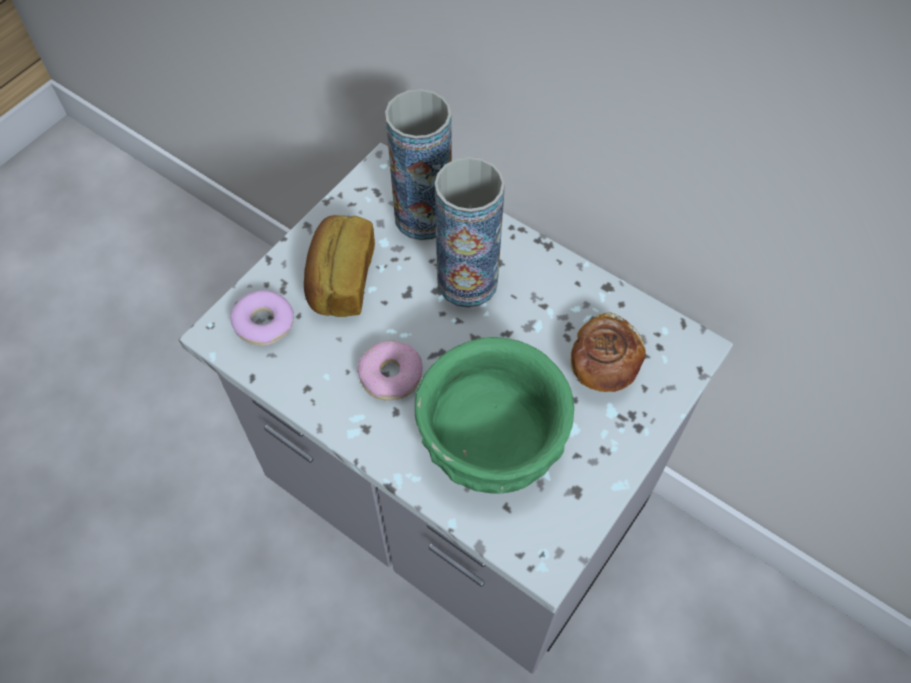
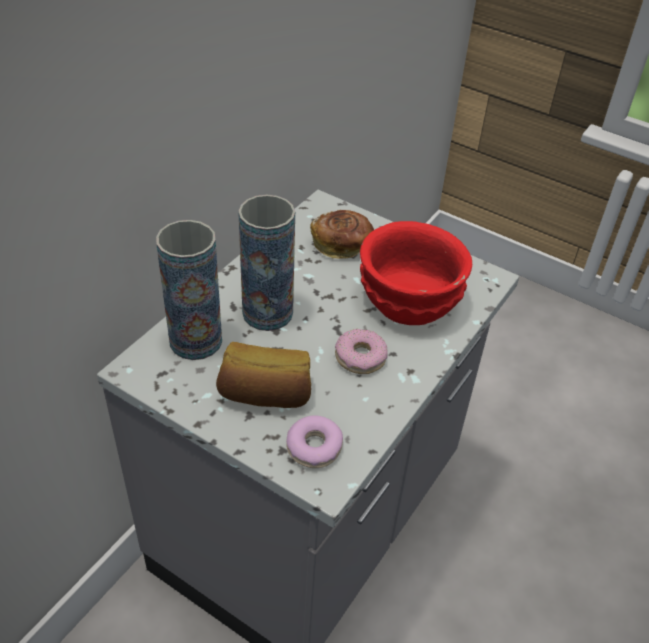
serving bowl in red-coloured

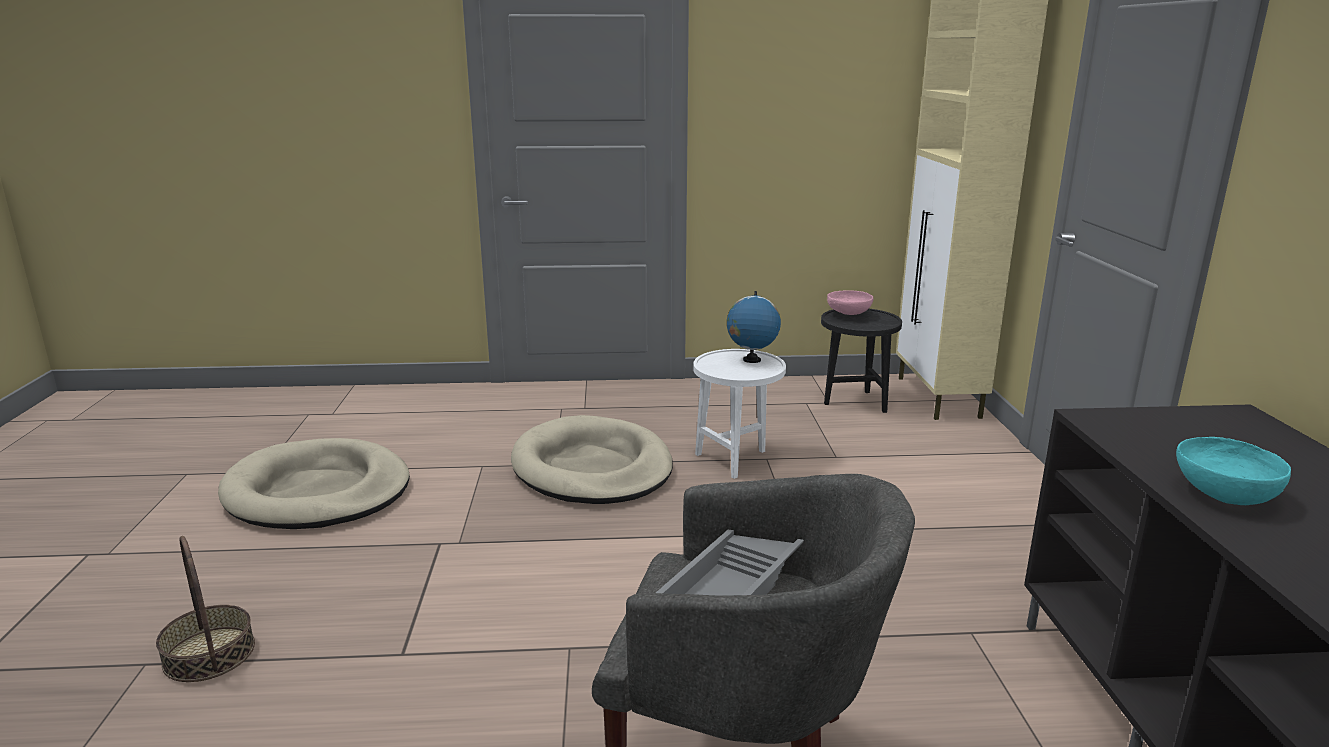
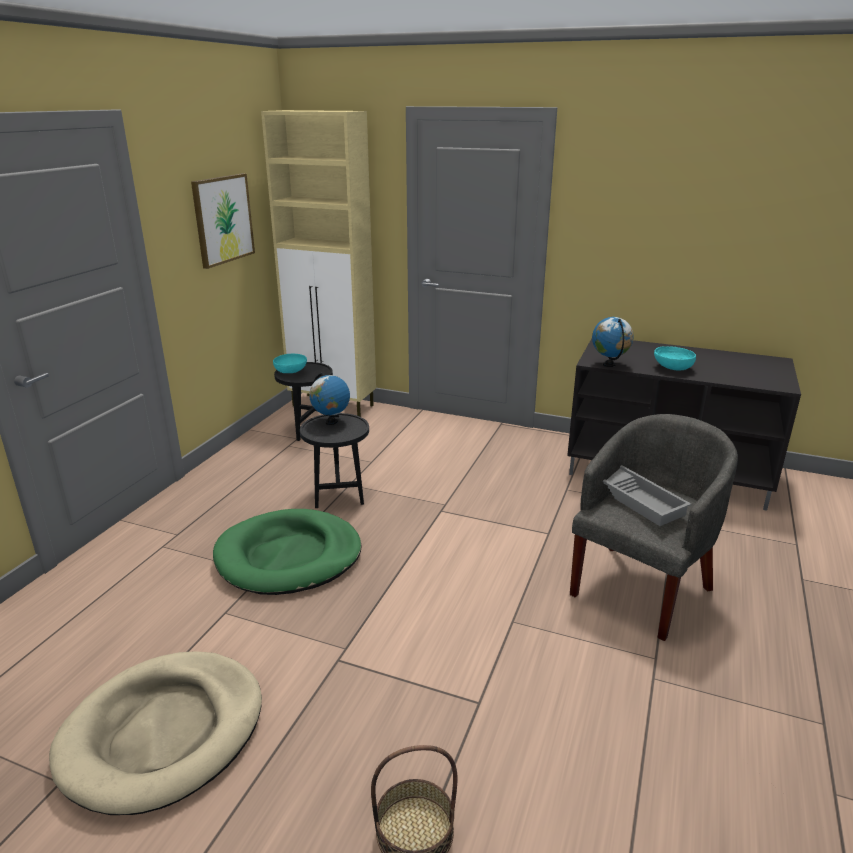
serving bowl in turquoise (no. 1 from left)
accent table in blackish (no. 2 from left)
pet bed in greenish
wall picture
world globe (no. 2 from left)

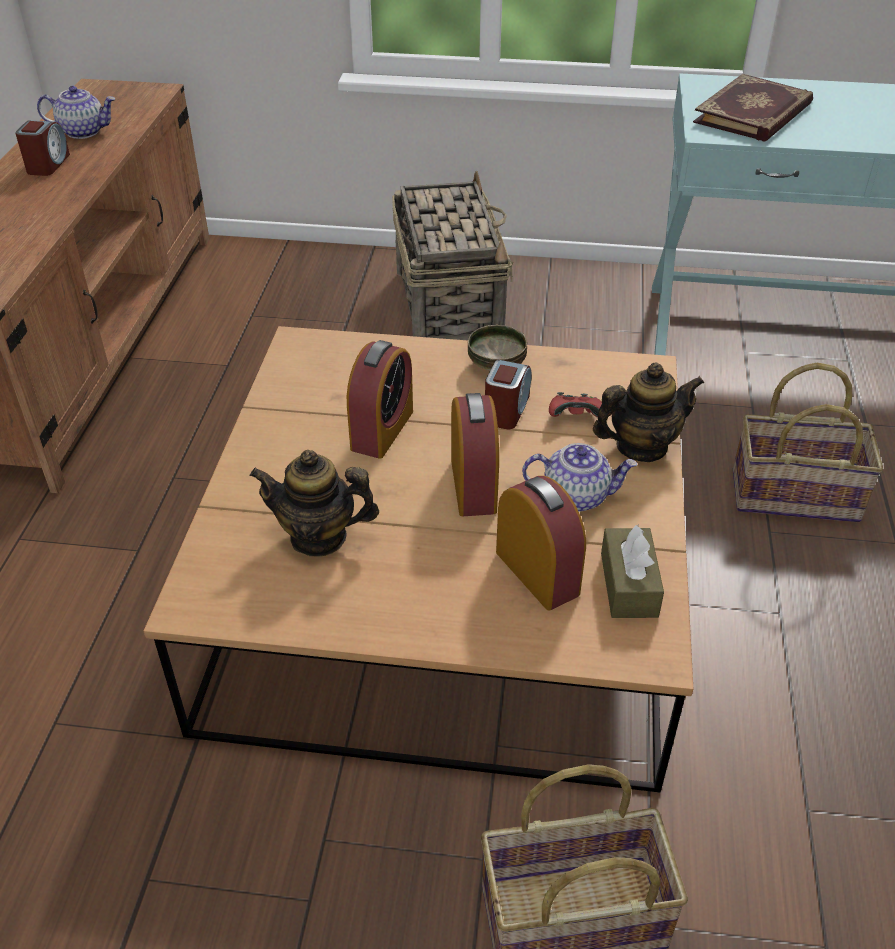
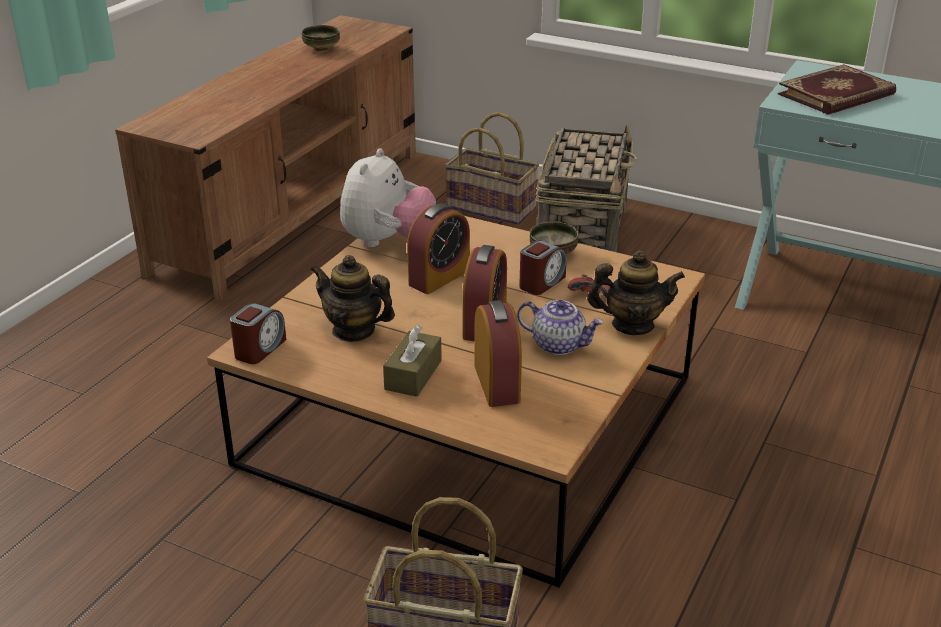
serving bowl (no. 1 from left)
bedside clock (no. 1 from left)
basket (no. 2 from left)
tissue box in brown-coloured
soft toy

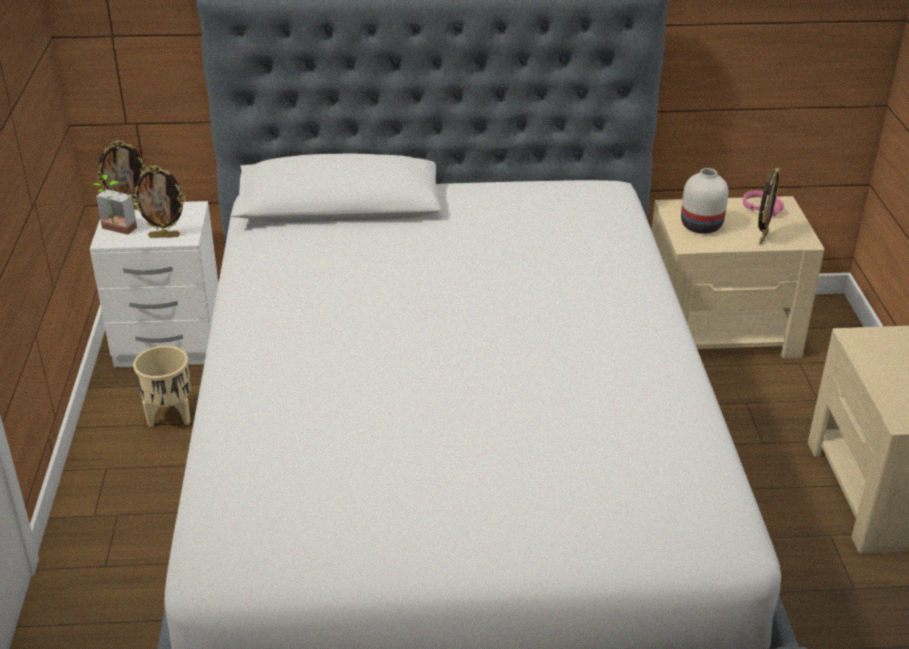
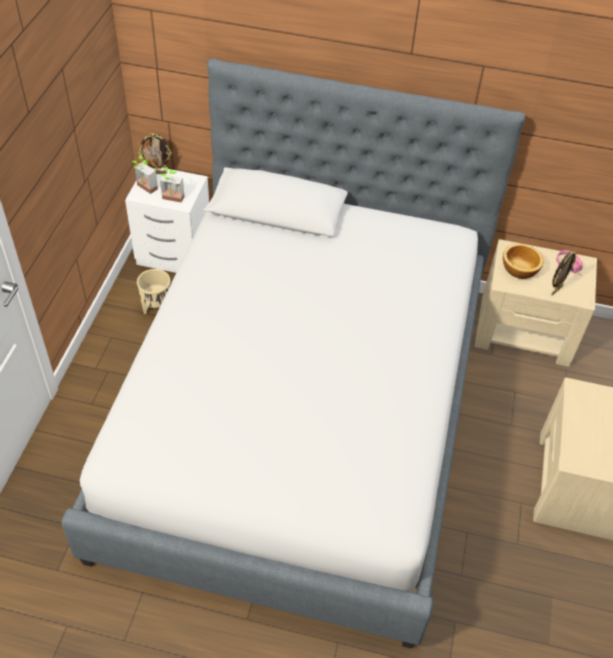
houseplant (no. 2 from left)
serving bowl

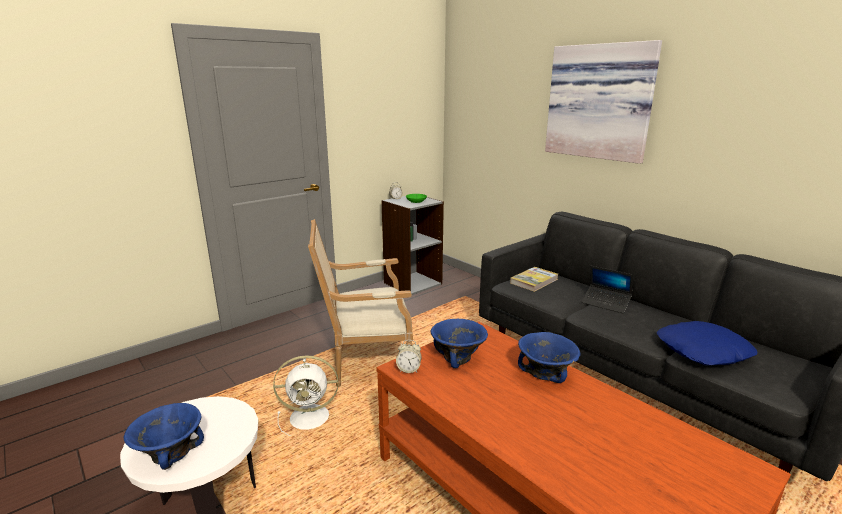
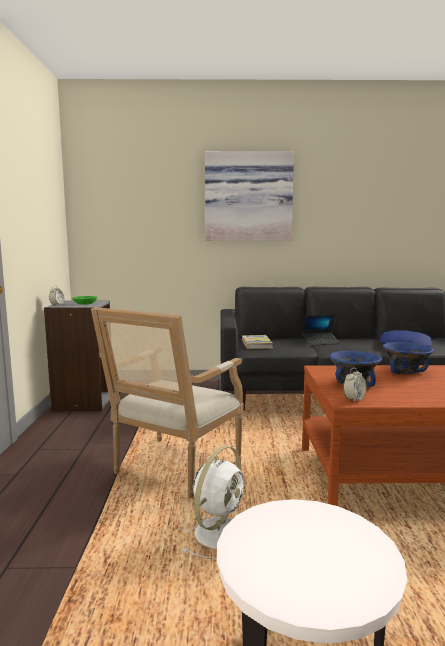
serving bowl in bluish (no. 1 from left in the first image)

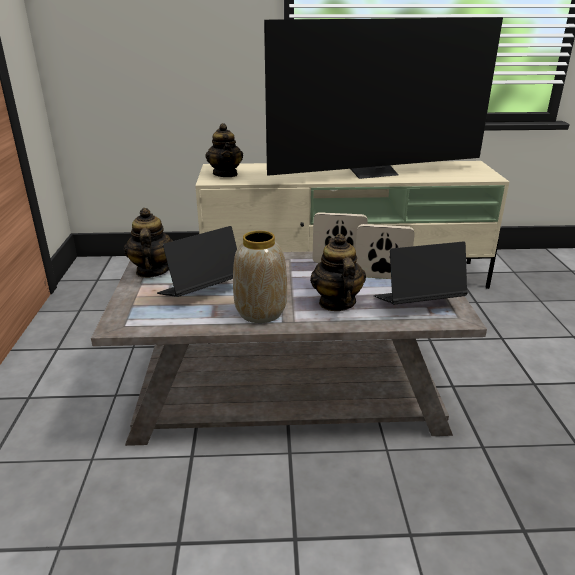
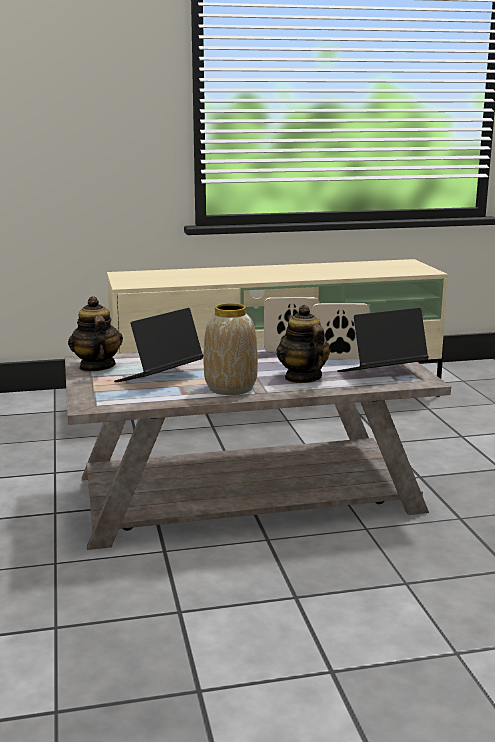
TV
tea pot (no. 2 from left in the first image)

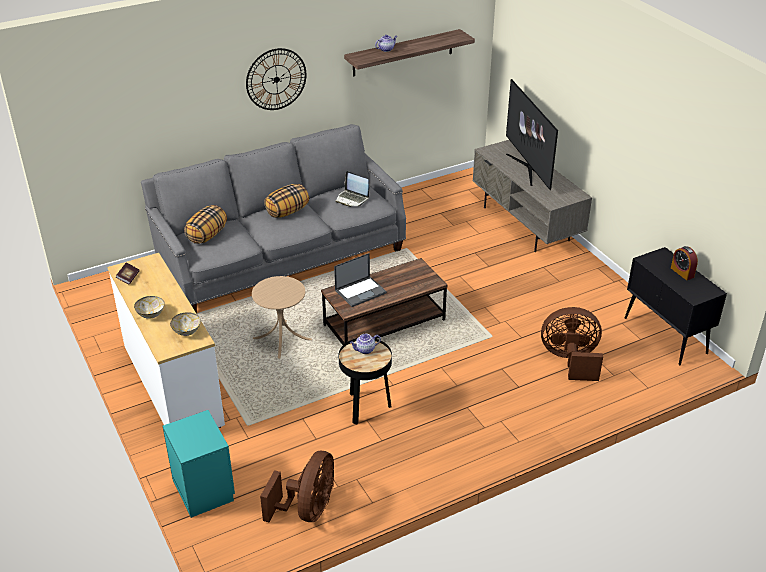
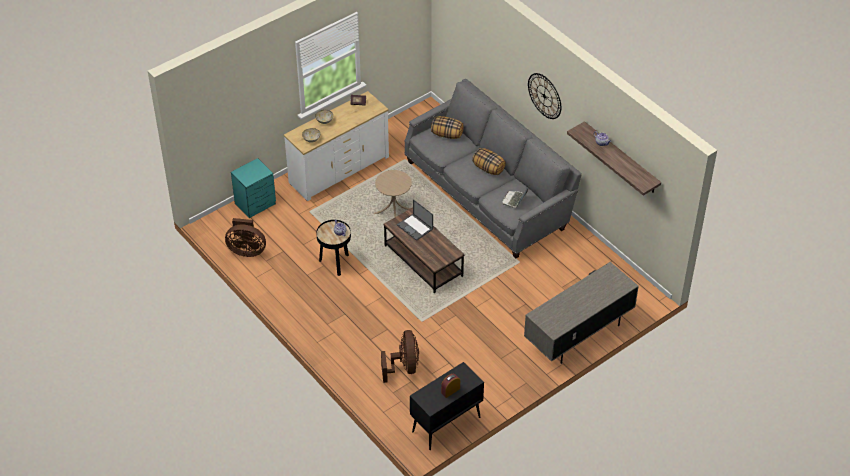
TV

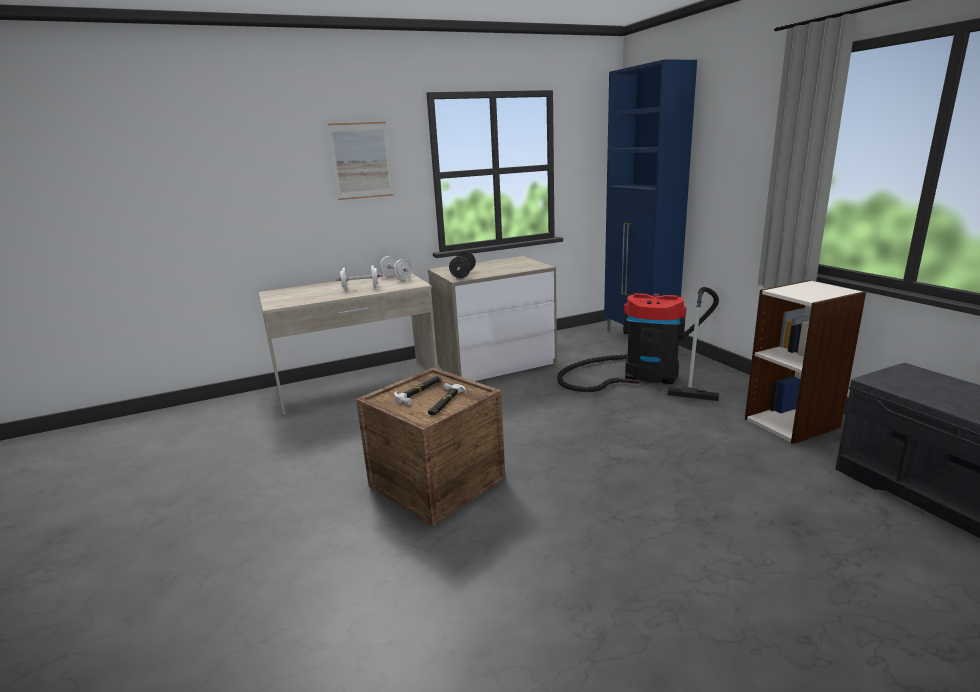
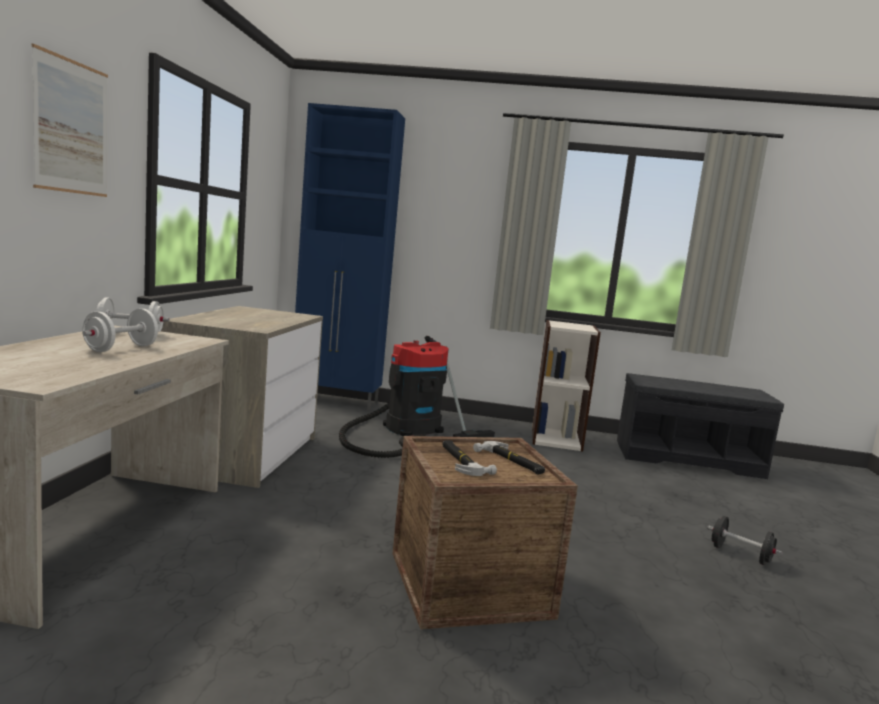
free weight in blackish

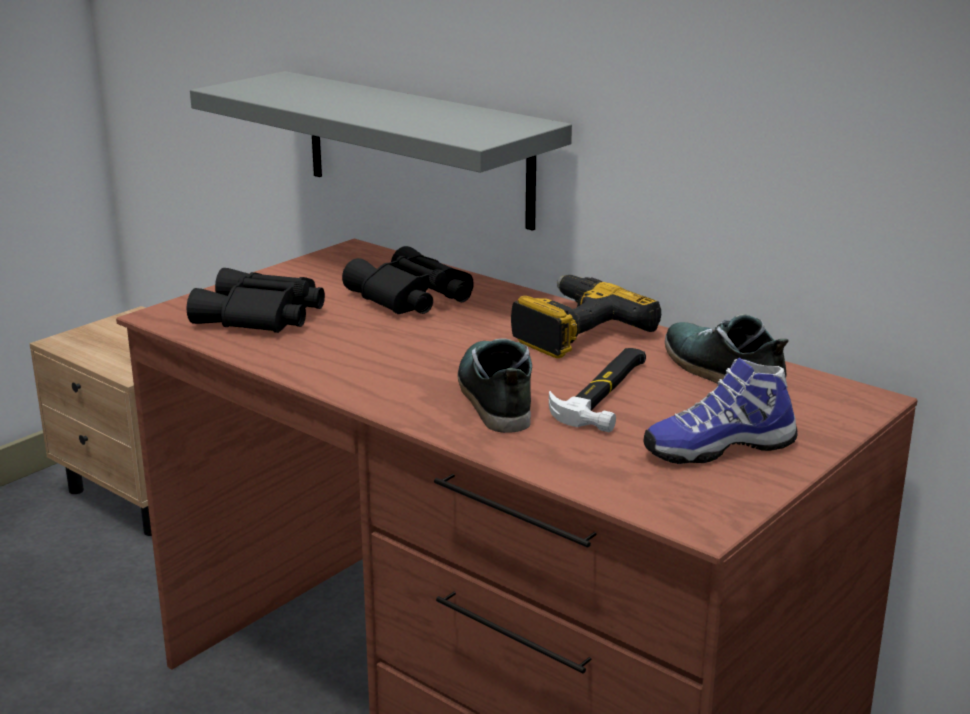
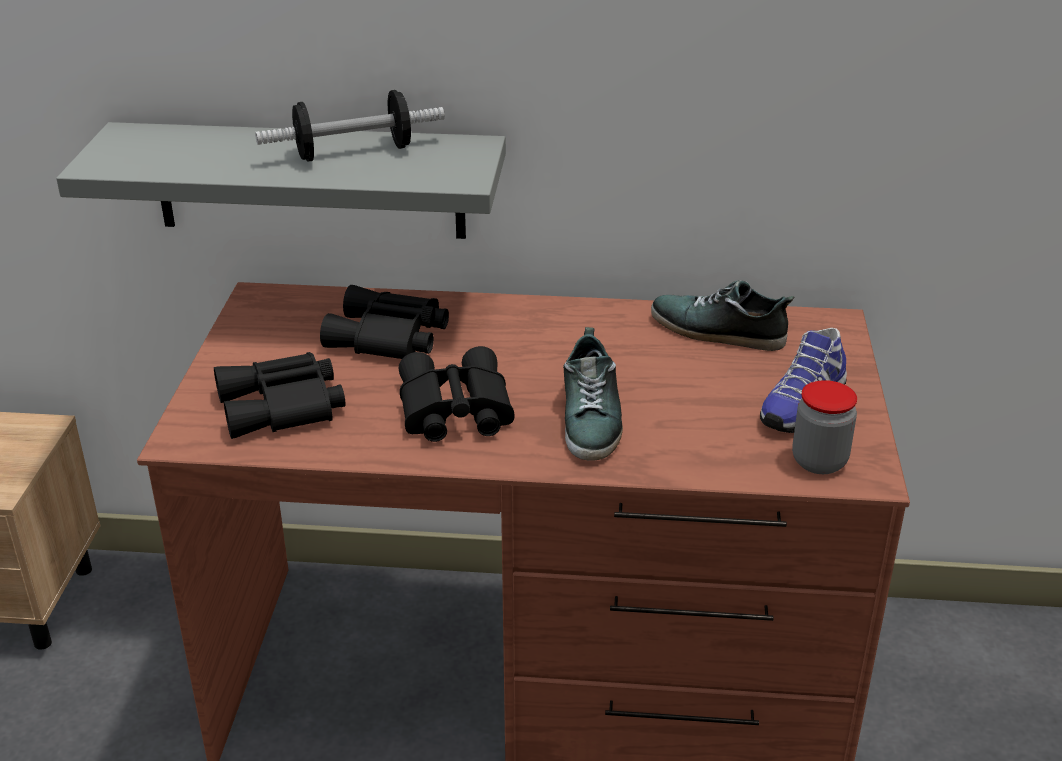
electric drill
shoe (no. 1 from left)
tool hammer
free weight
binoculars in blackish (no. 3 from left)
preserve jar

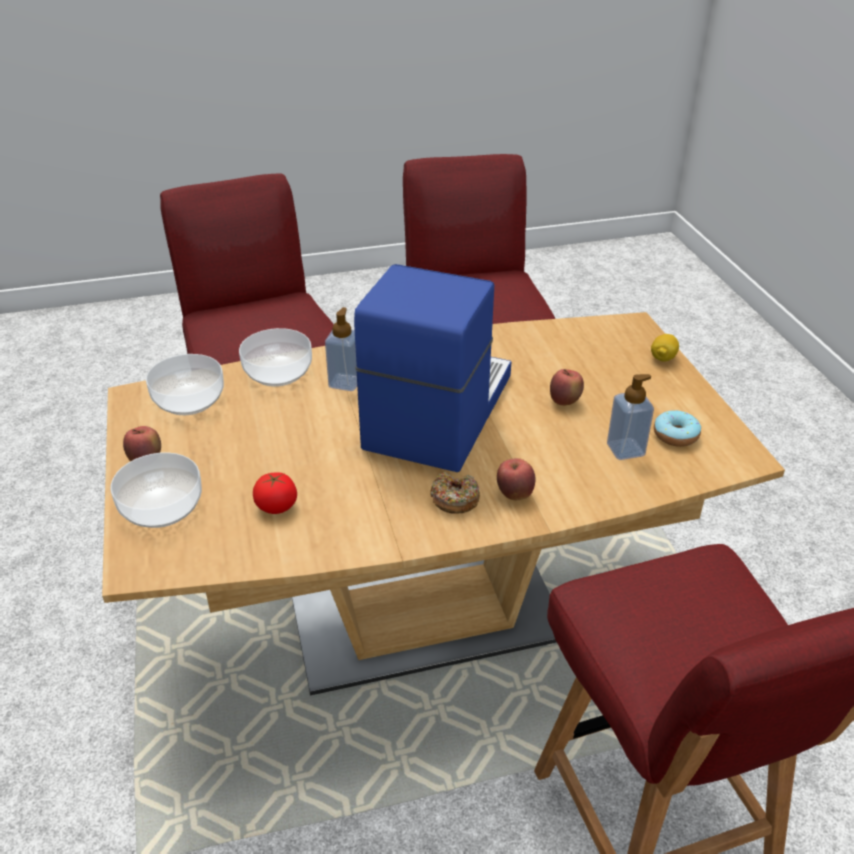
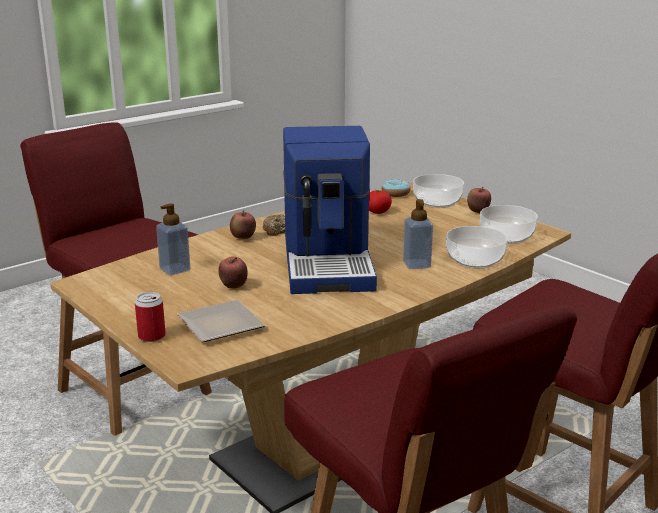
can
donut (no. 2 from left)
plate

